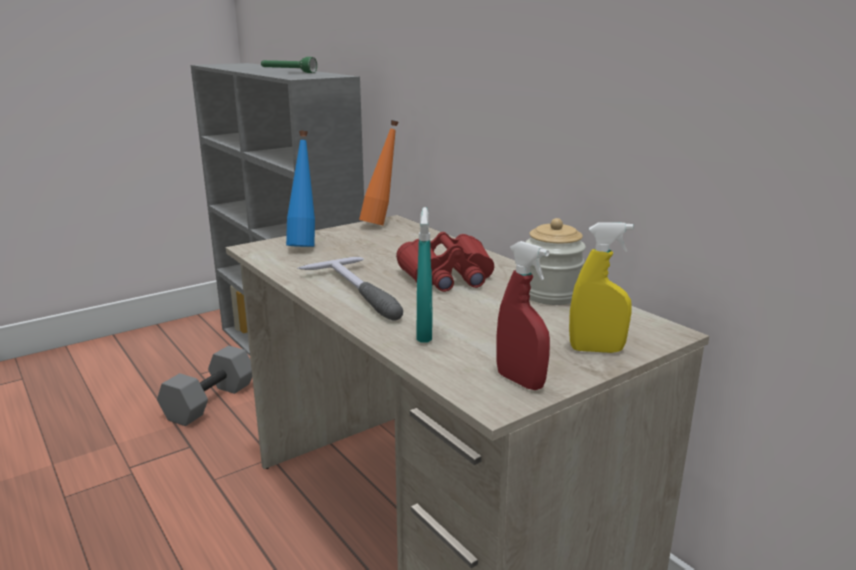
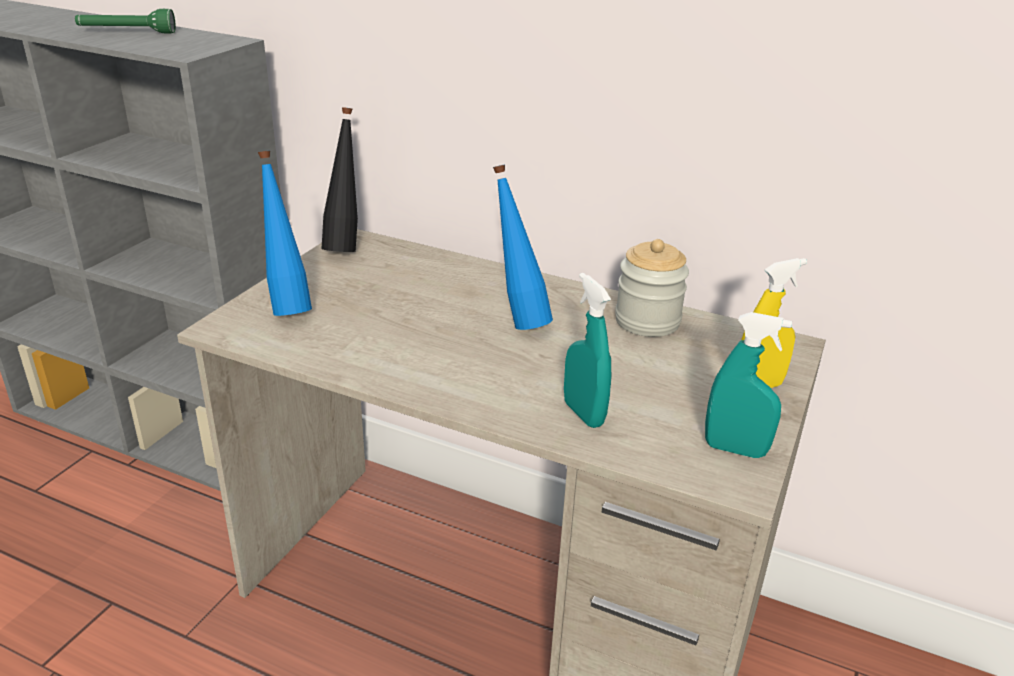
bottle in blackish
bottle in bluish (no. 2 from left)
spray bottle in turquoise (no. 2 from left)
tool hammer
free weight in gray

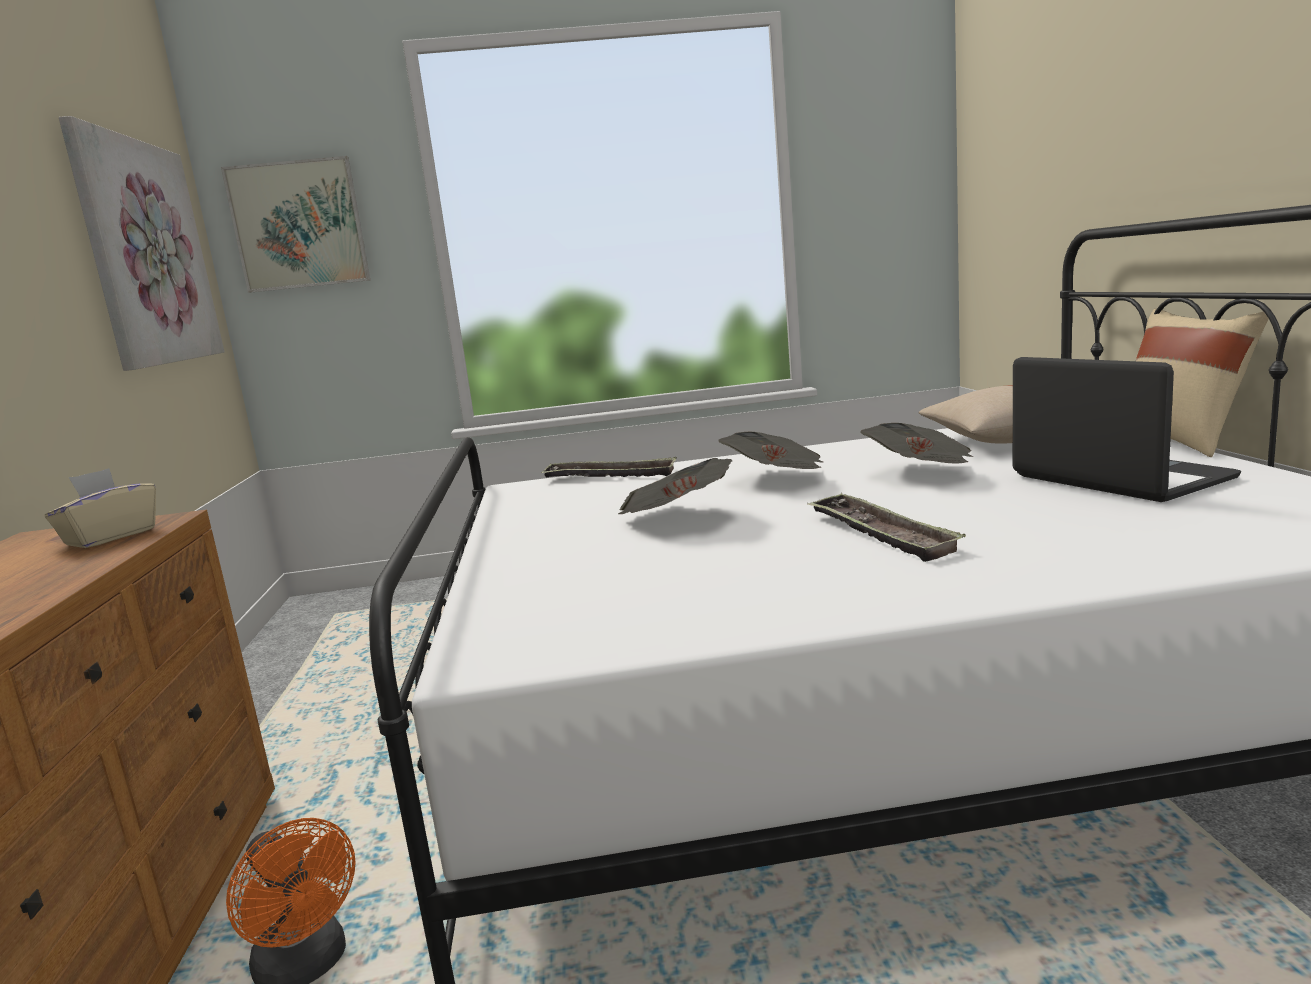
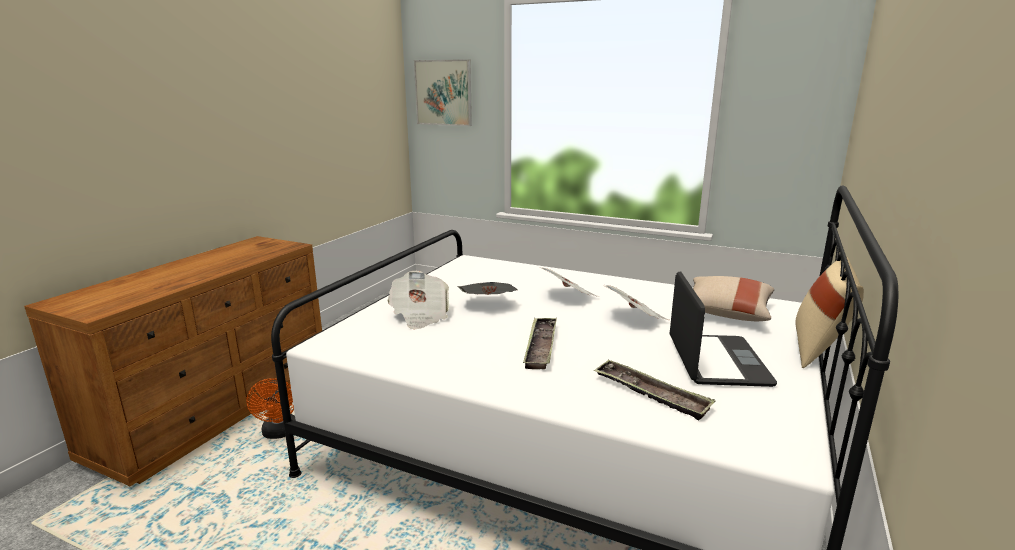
wall picture (no. 1 from left in the first image)
tray (no. 2 from left)
tissue box in beige-coloured
printed paper (no. 1 from left)

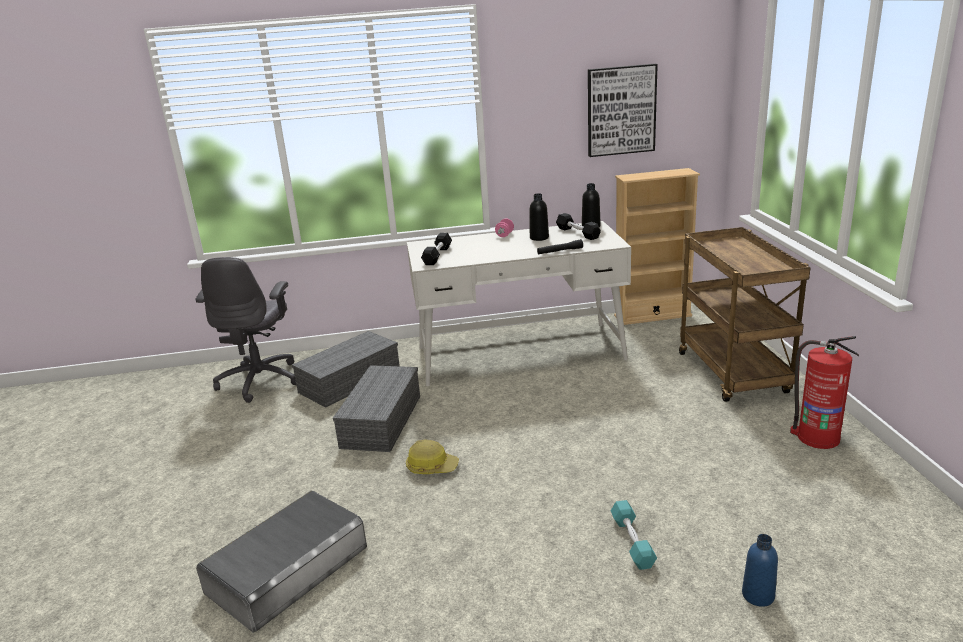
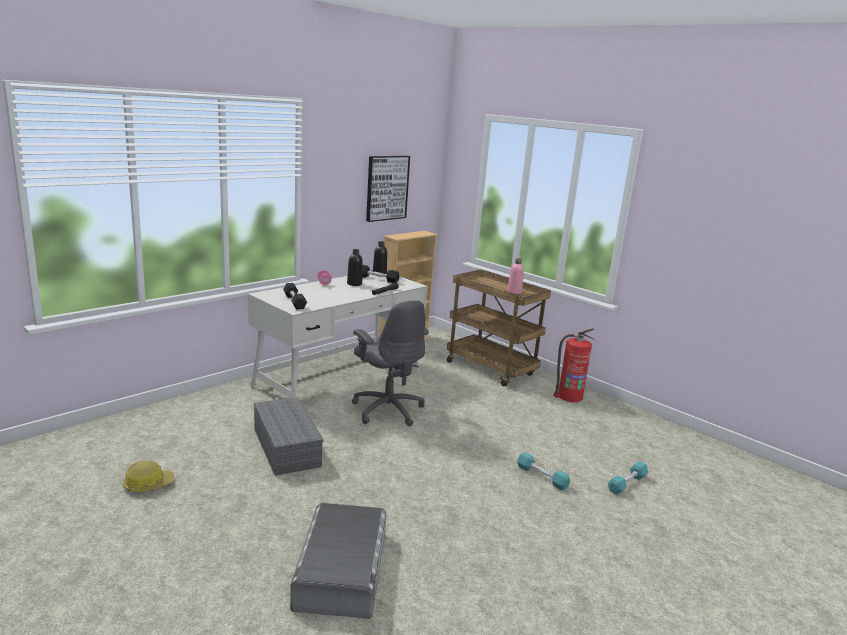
desk chair in gray
storage bin in gray (no. 2 from left in the first image)
work helmet
free weight in turquoise (no. 2 from left)
bottle in pink-coloured

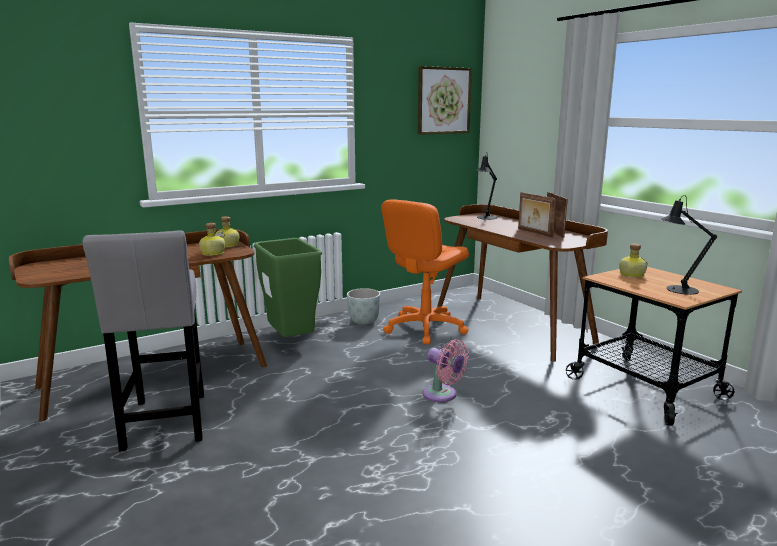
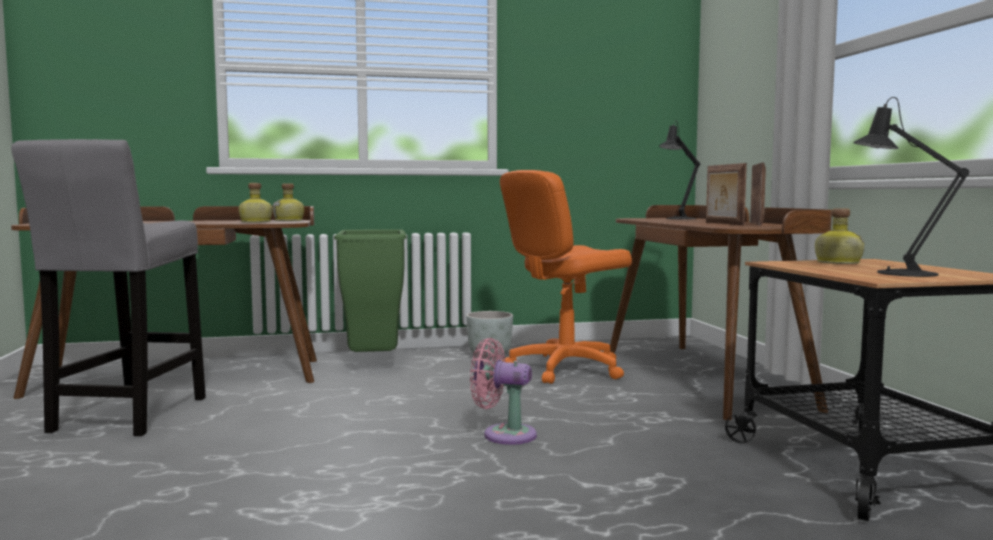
wall picture
electric fan in pink-coloured

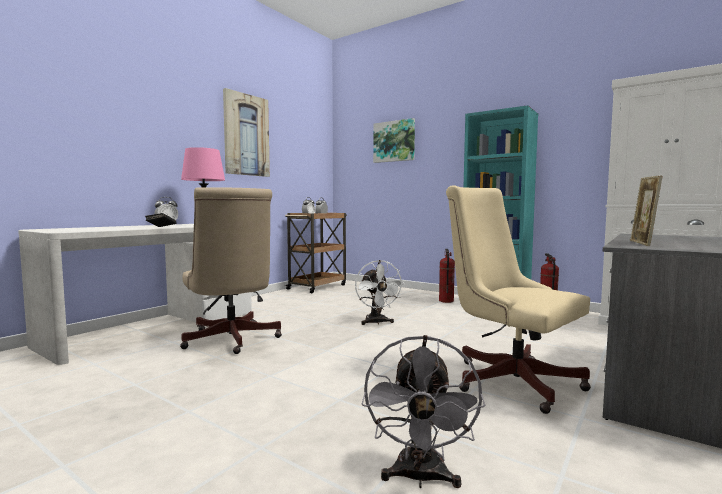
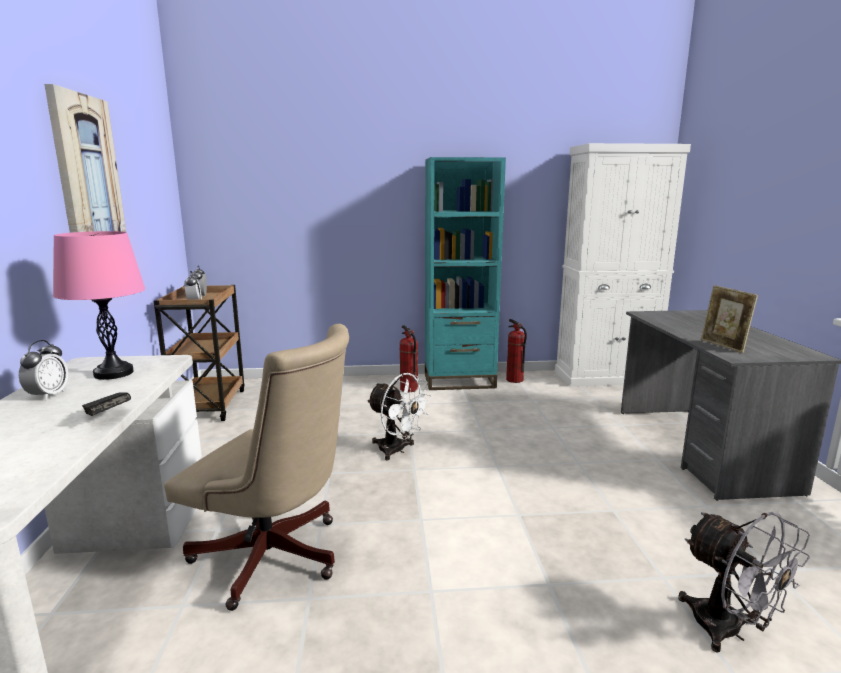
wall picture (no. 2 from left in the first image)
desk chair in beige-coloured (no. 2 from left in the first image)

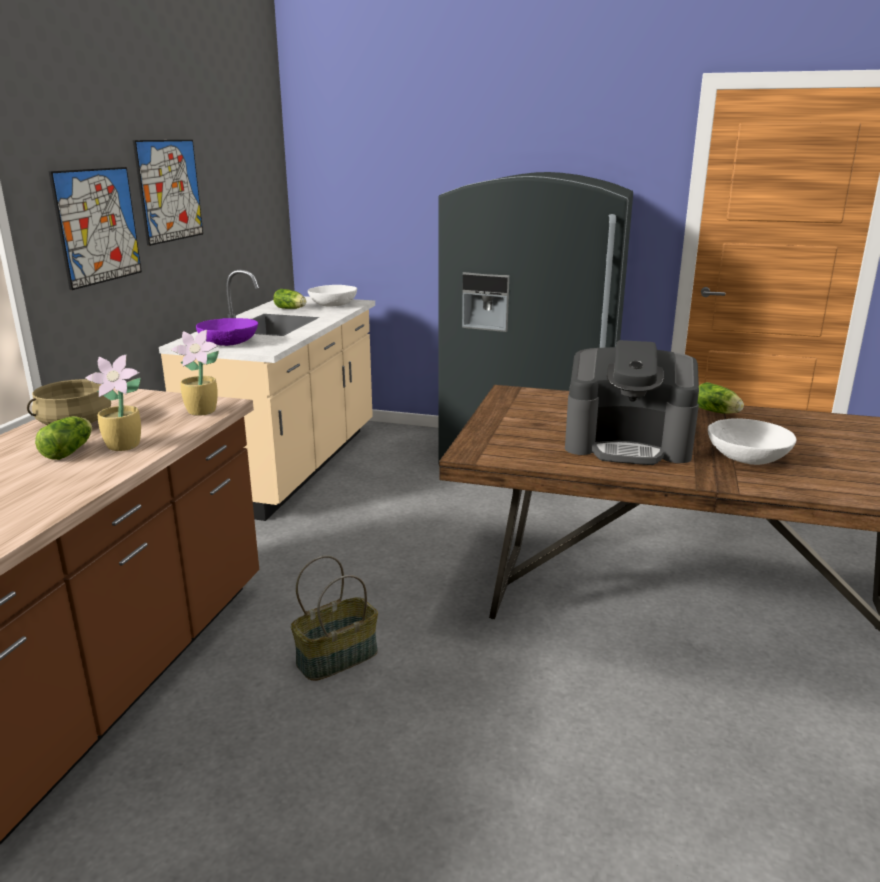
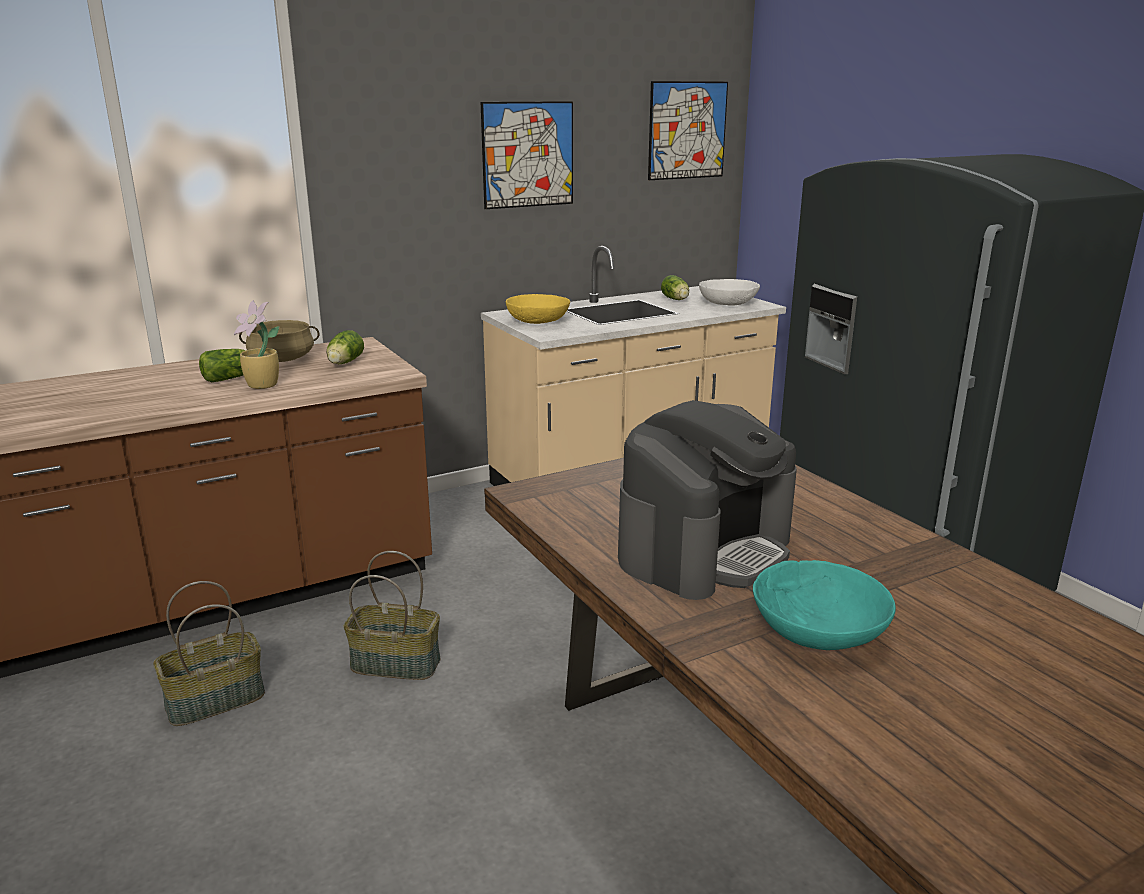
wall picture (no. 2 from left)
serving bowl in yellow
houseplant (no. 2 from left in the first image)
coffee brewer
lettuce head (no. 2 from left)
serving bowl in turquoise
basket (no. 1 from left)

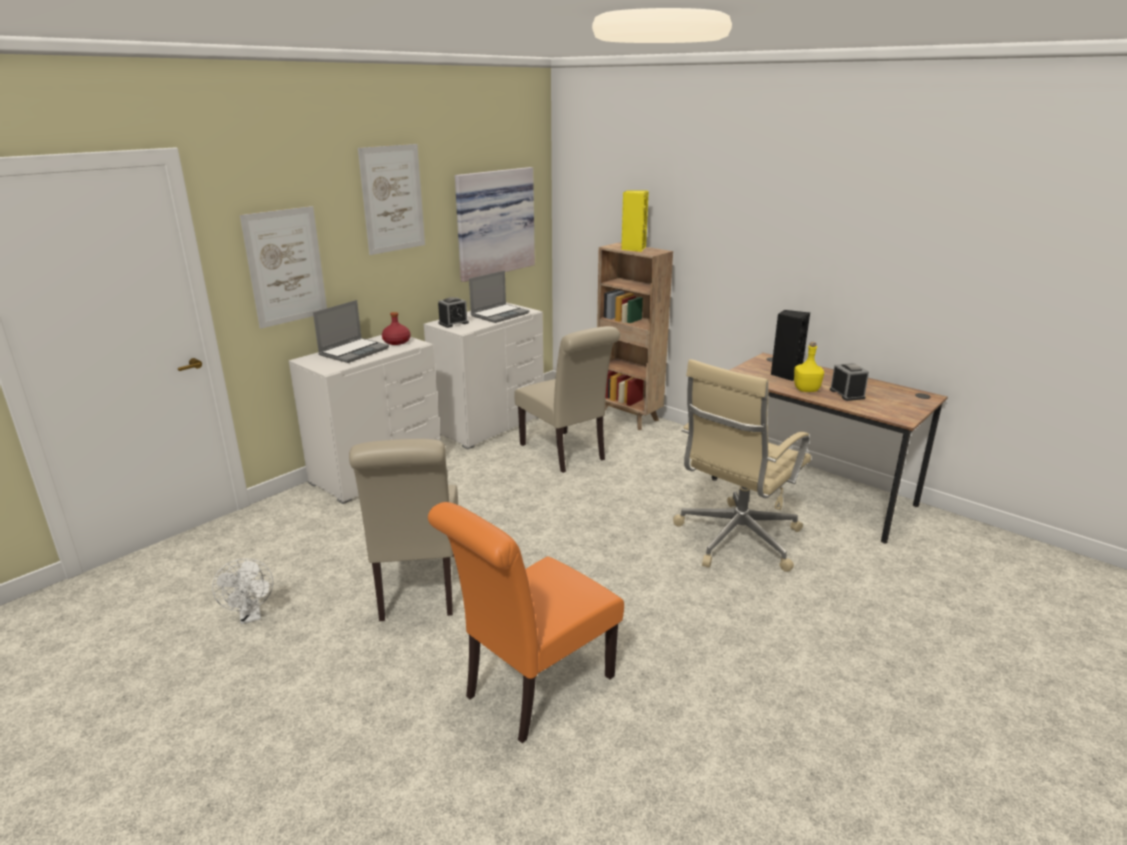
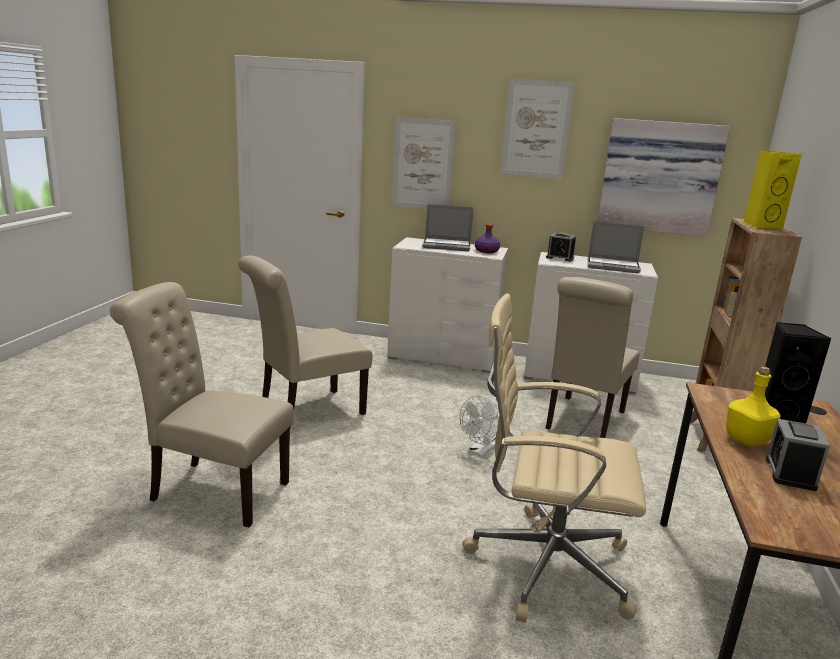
bottle in purple-coloured
bedside clock (no. 2 from left)
chair in beige-coloured (no. 1 from left)
electric fan in white

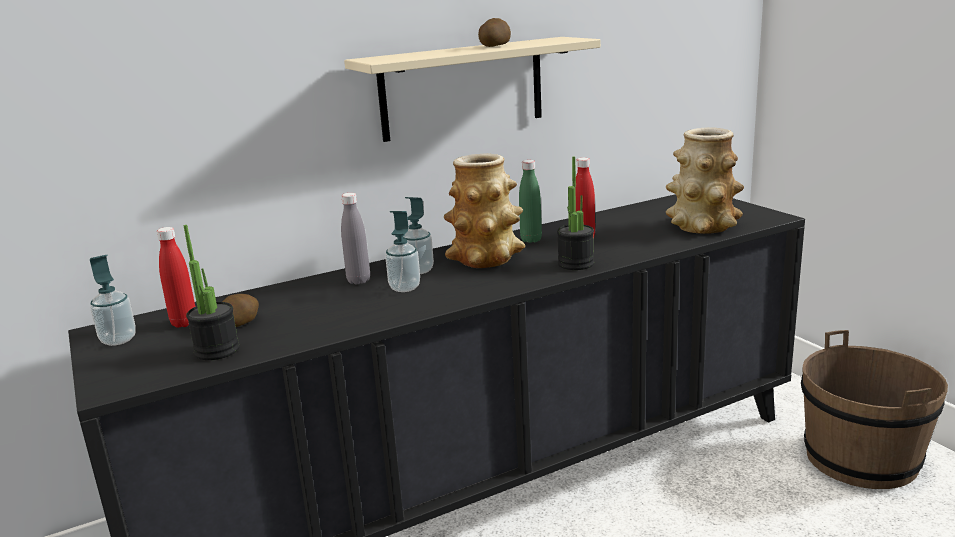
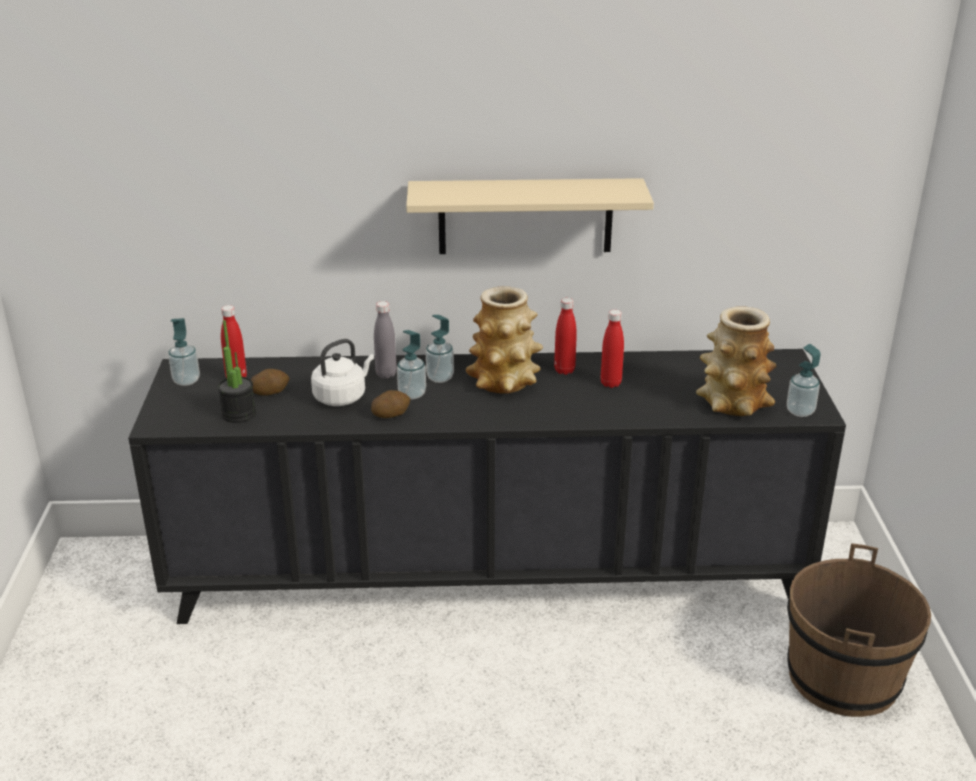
whole potato (no. 2 from left)
houseplant (no. 2 from left in the first image)
bottle in red-coloured (no. 2 from left)
water kettle in white
soap bottle (no. 4 from left)

